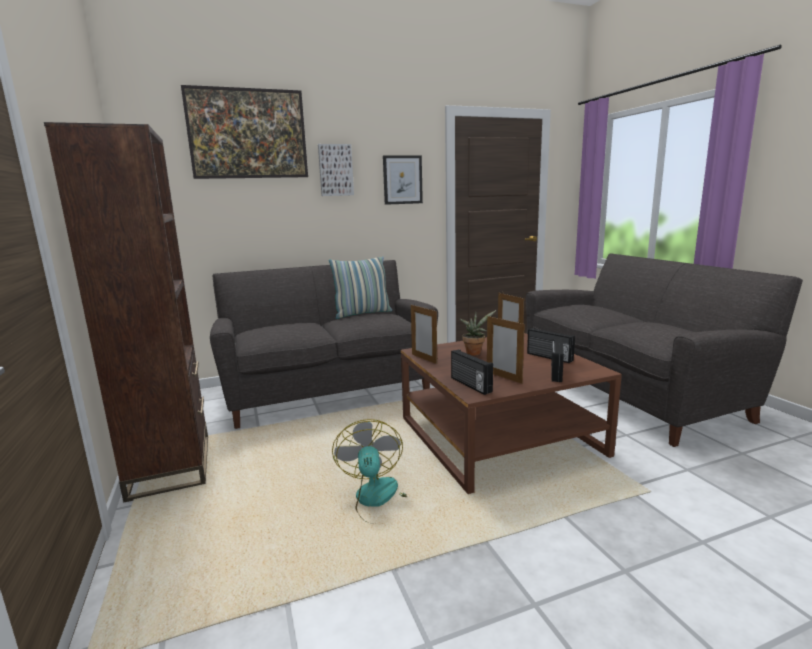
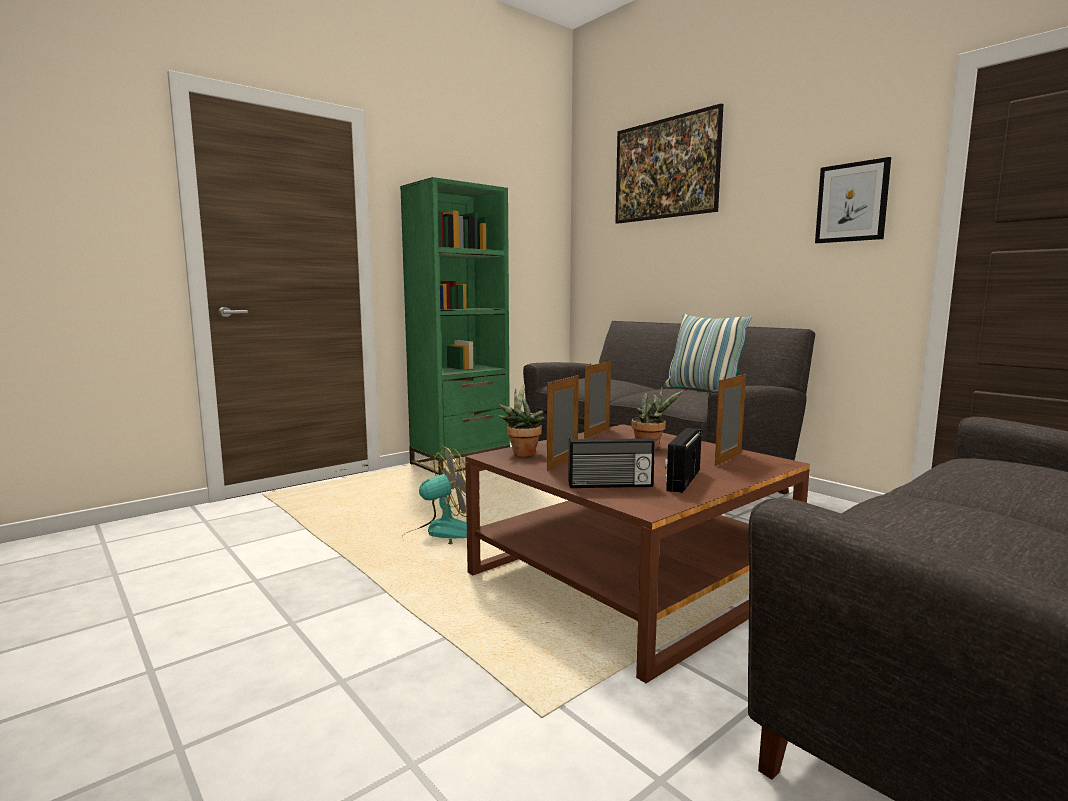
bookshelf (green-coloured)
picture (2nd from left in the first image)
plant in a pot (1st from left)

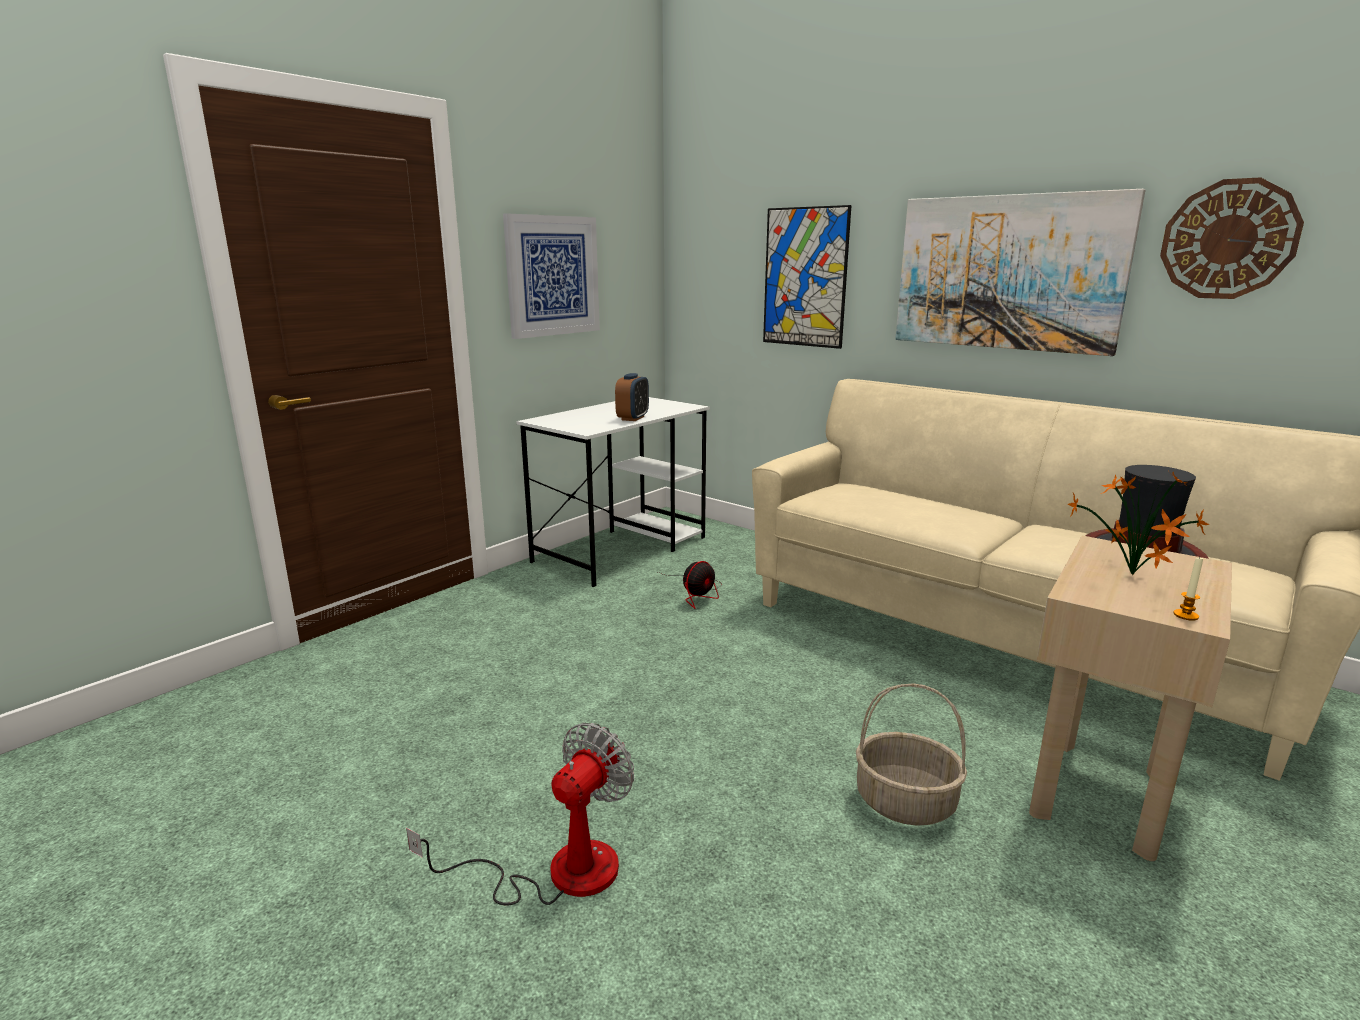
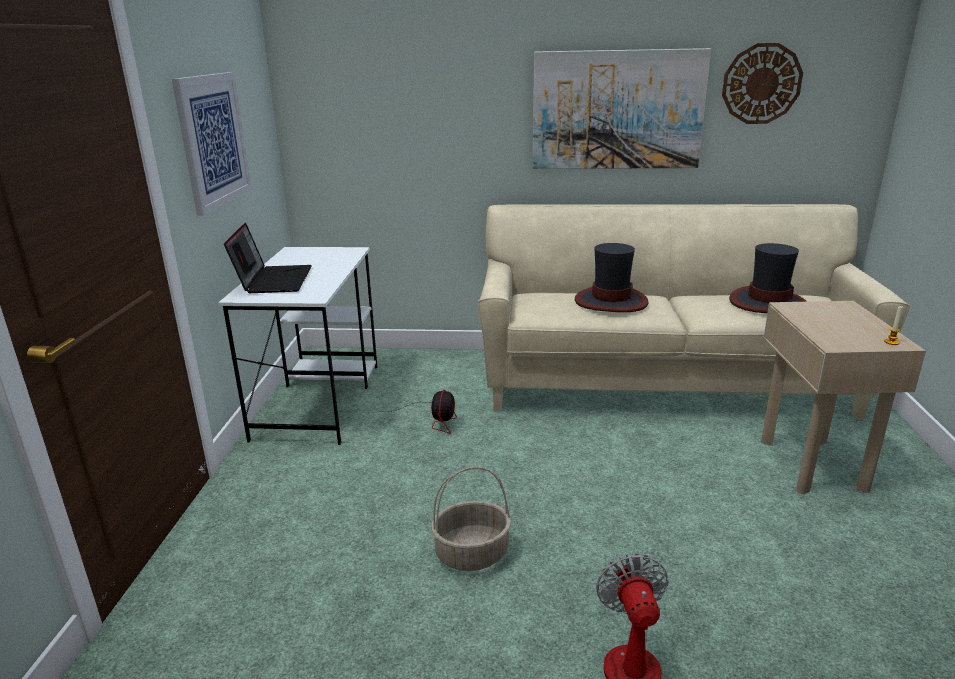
table clock
picture (2nd from left in the first image)
basket
plant in a pot
laptop
wearable hat (1st from left)

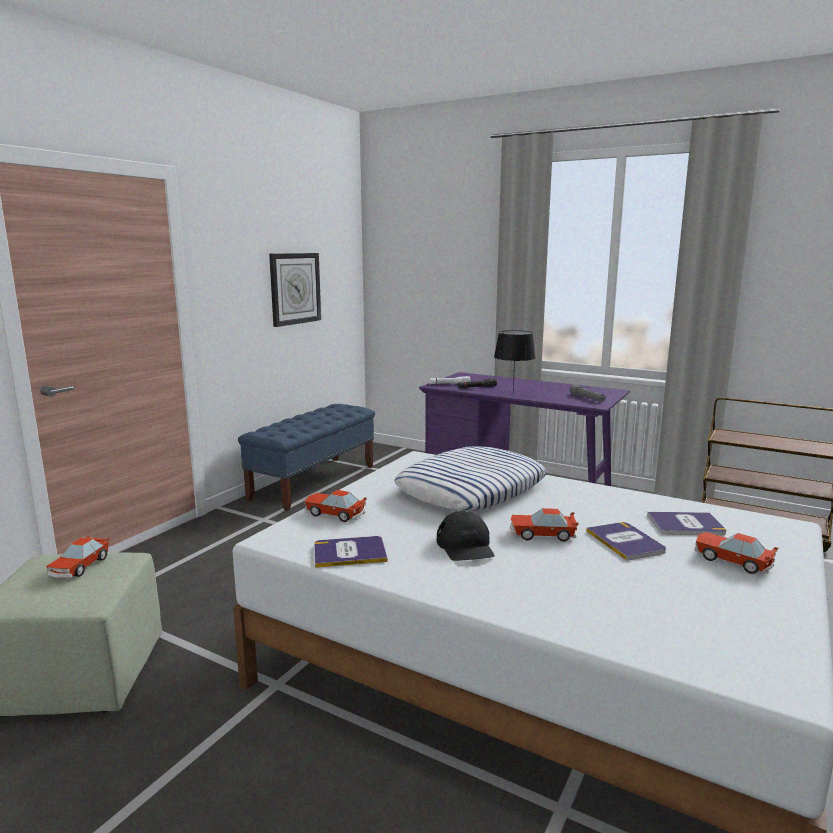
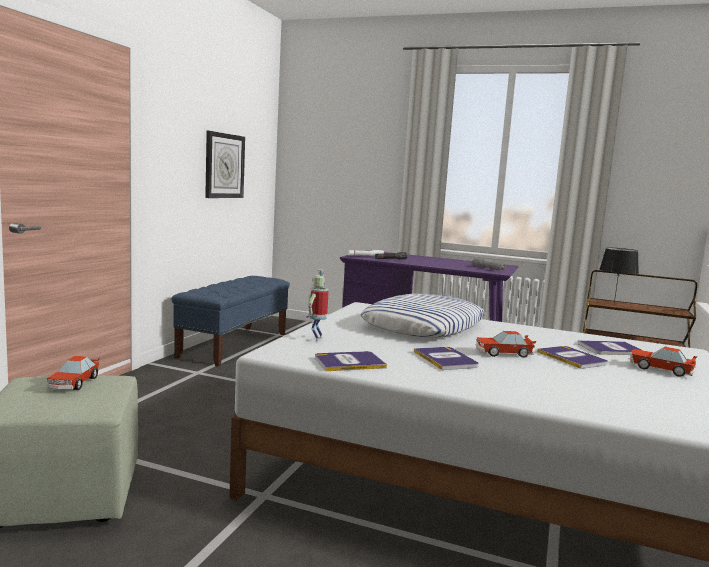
model robot
book (2nd from left)
tabletop lamp (blackish)

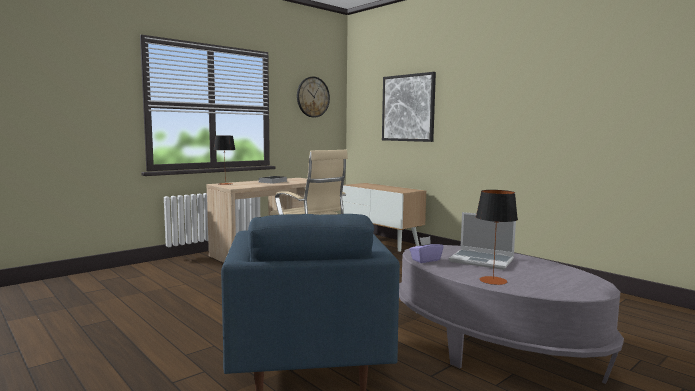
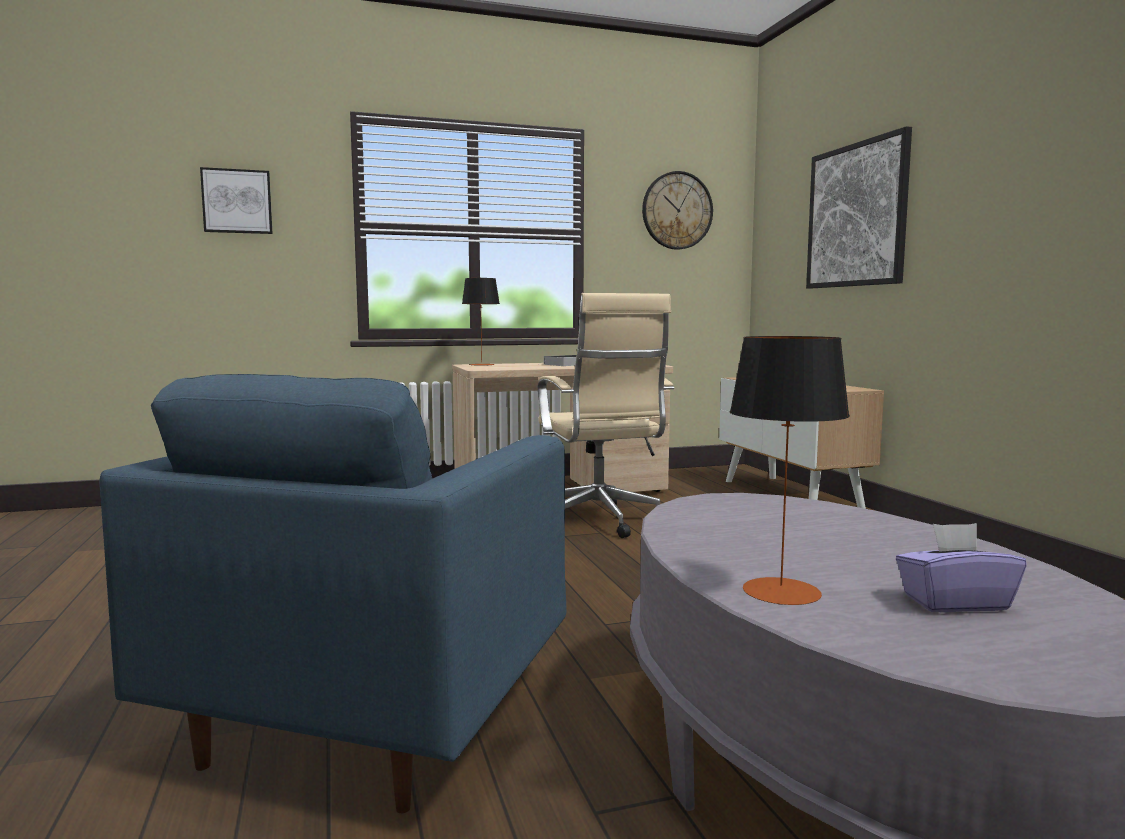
tissue holder (purple)
laptop
picture (1st from left)

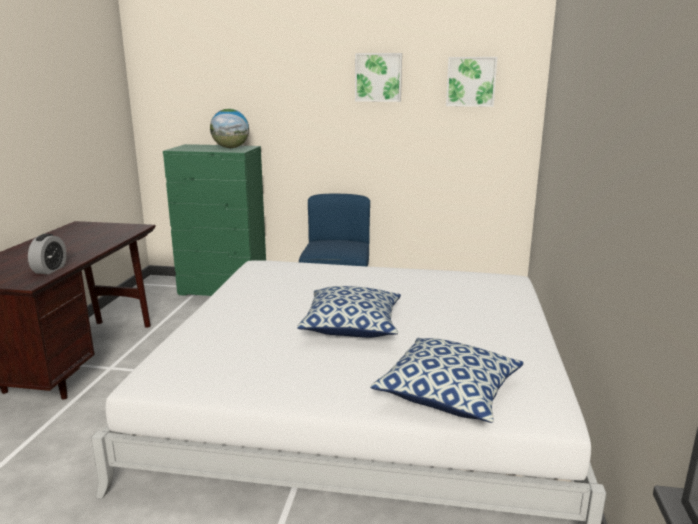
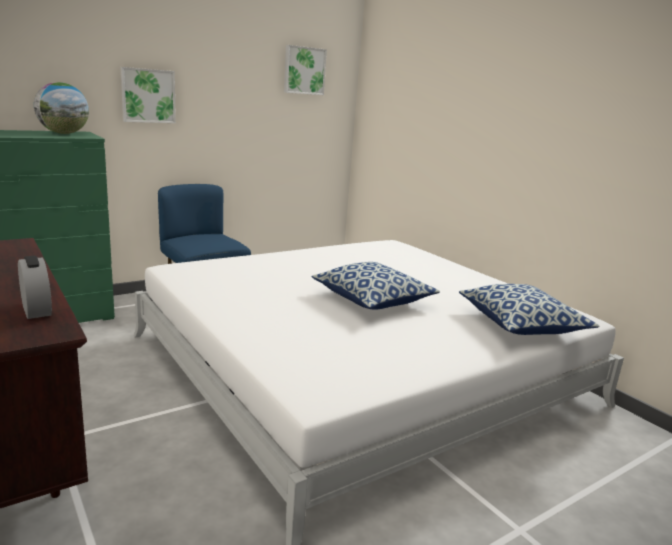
picture (1st from left)

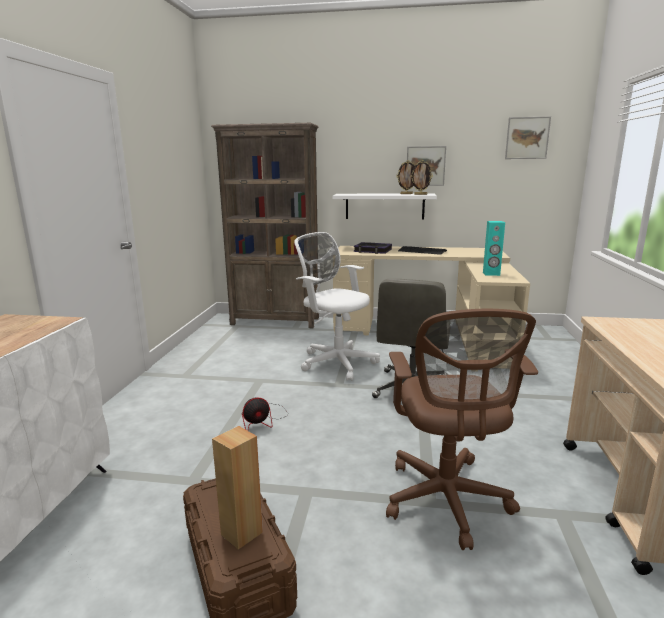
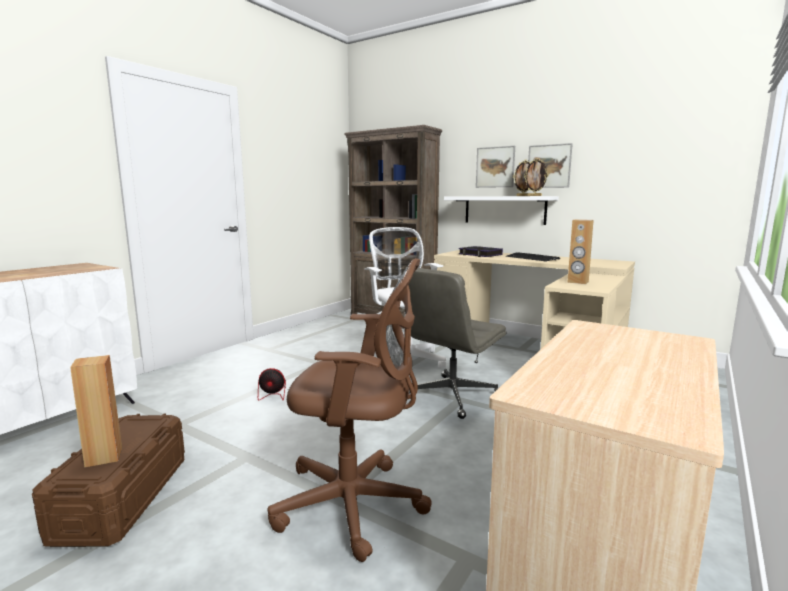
computer chair (brownish)
audio speaker (brownish) (2nd from left)
picture (1st from left)

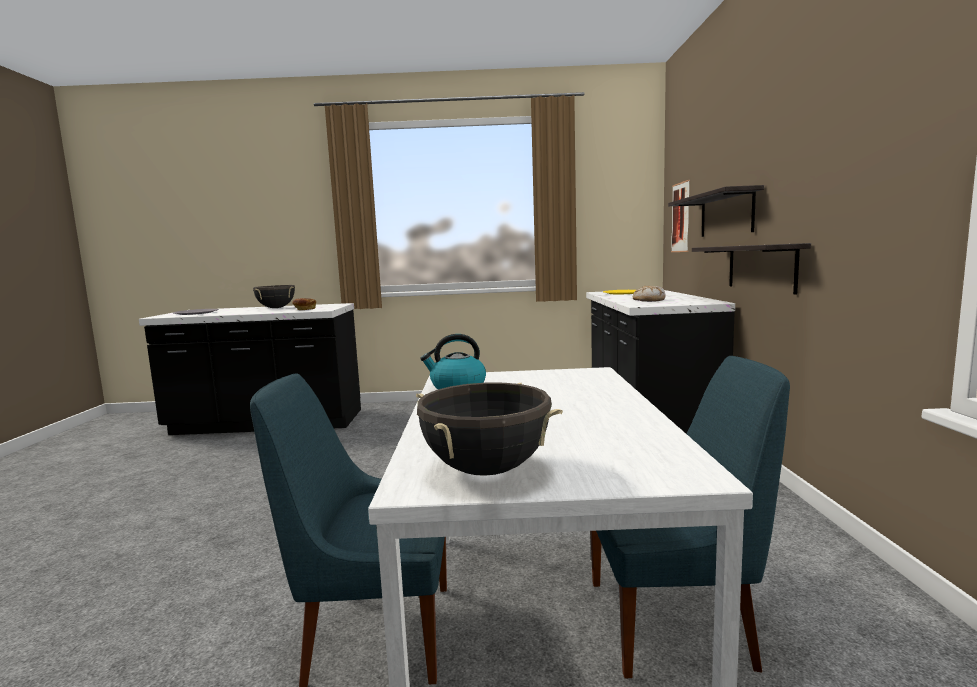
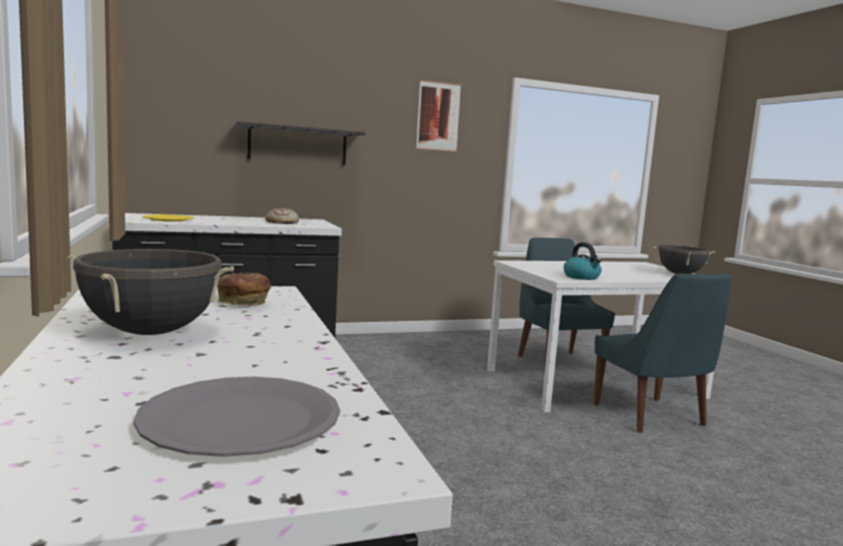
picture
bracket shelf (2nd from left in the first image)

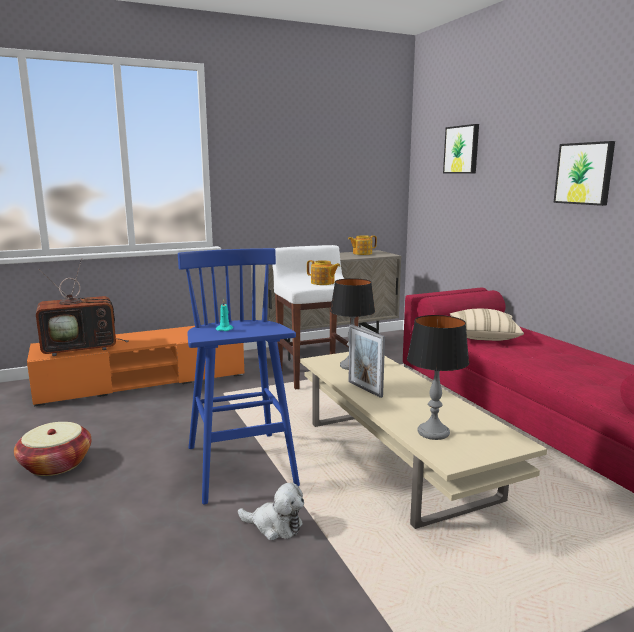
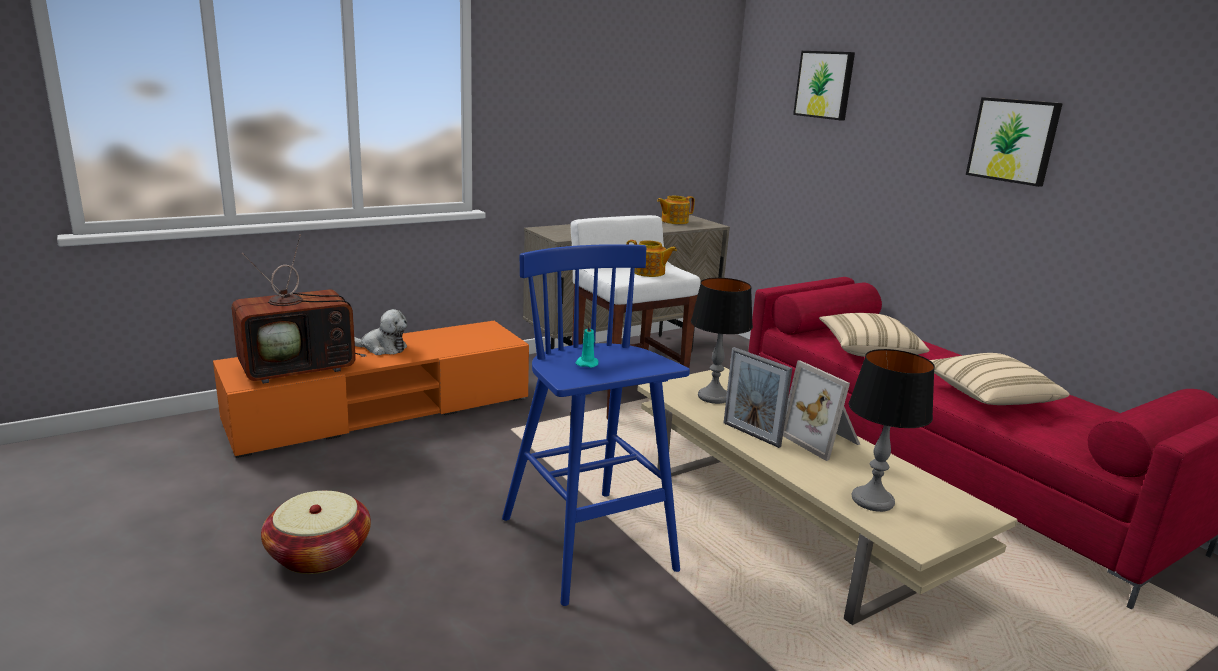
soft toy
picture frame (2nd from left)
throw pillow (sand-coloured) (2nd from left)

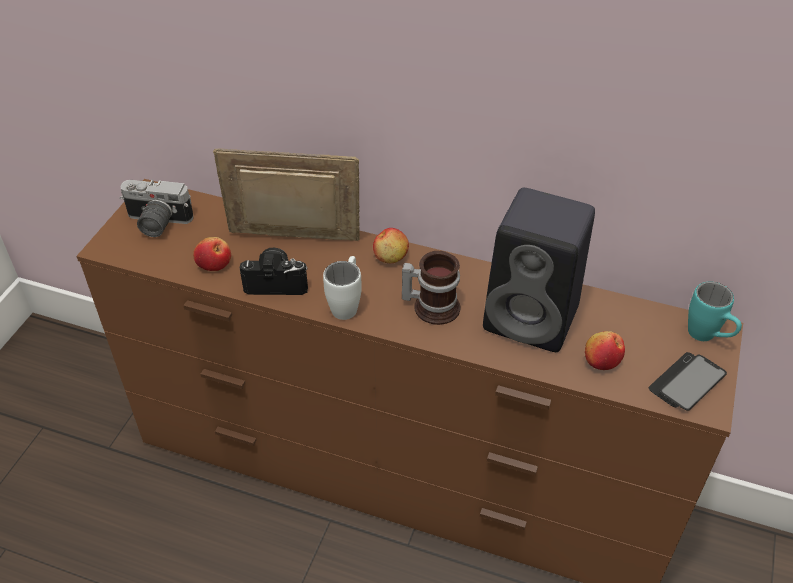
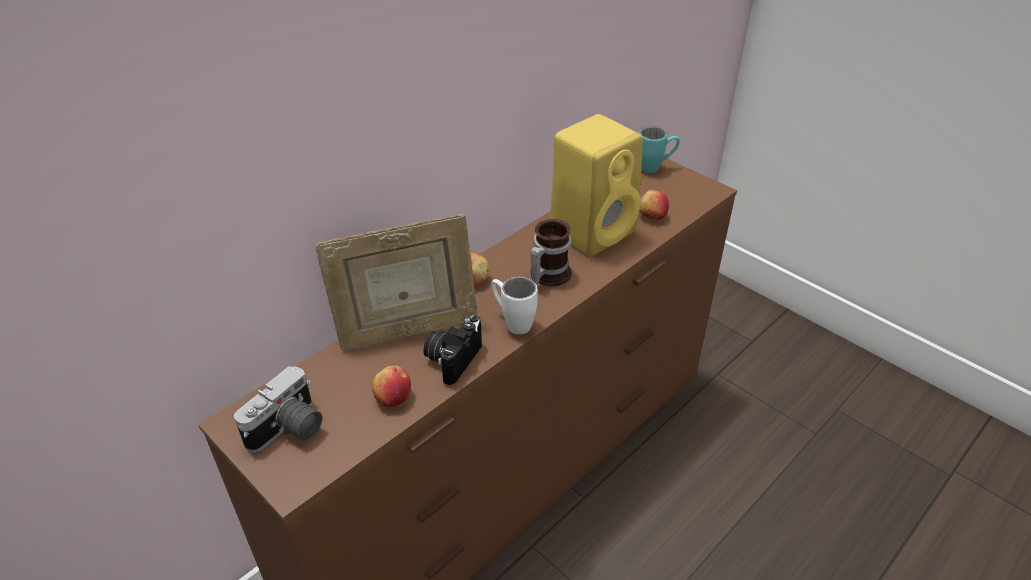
picture frame
audio speaker (yellow)
handset

